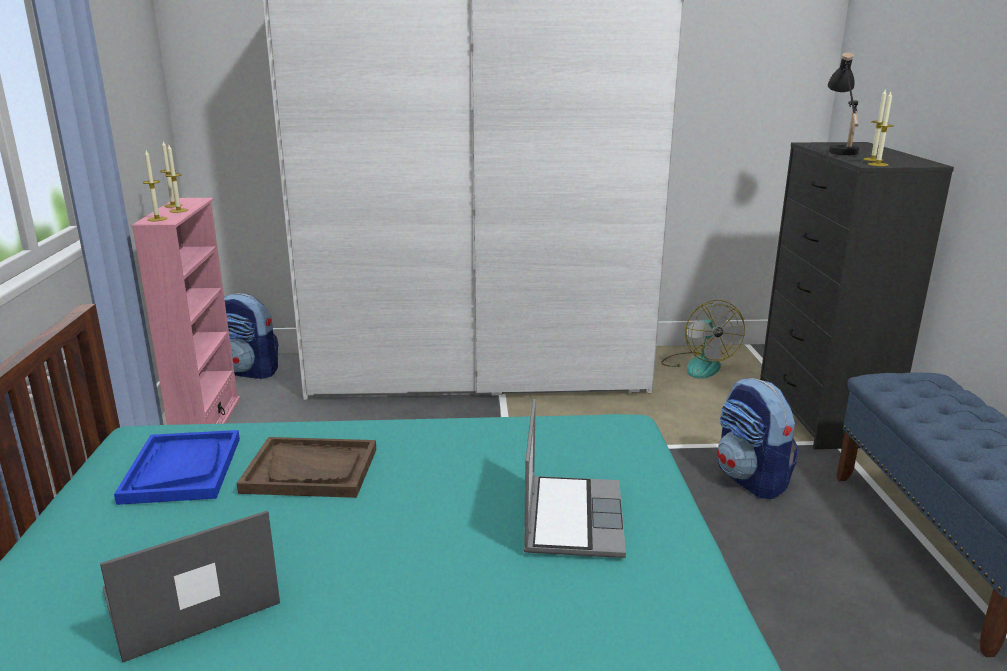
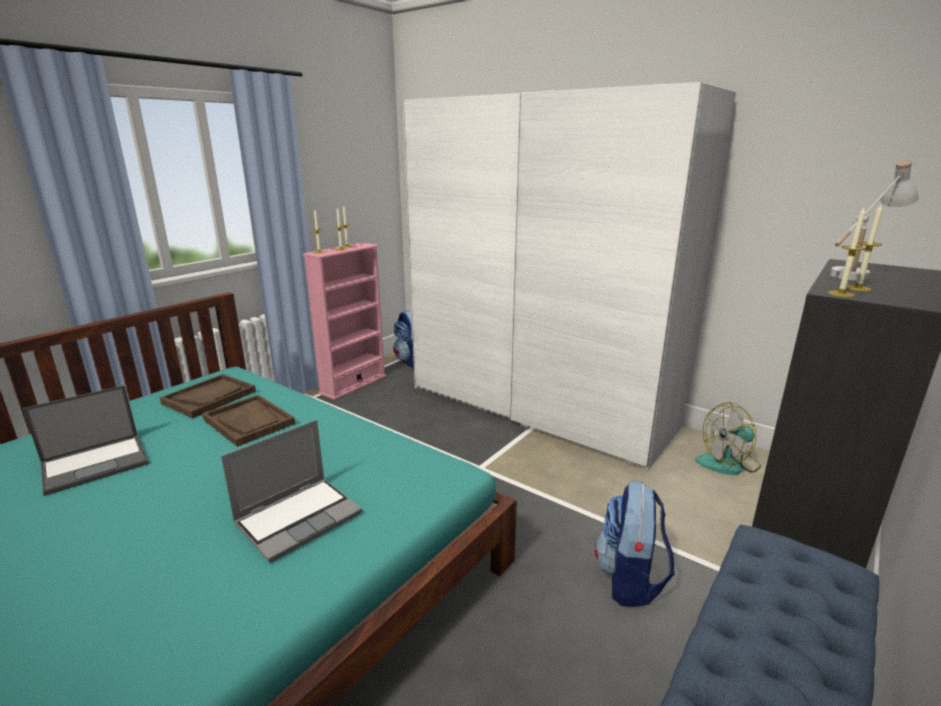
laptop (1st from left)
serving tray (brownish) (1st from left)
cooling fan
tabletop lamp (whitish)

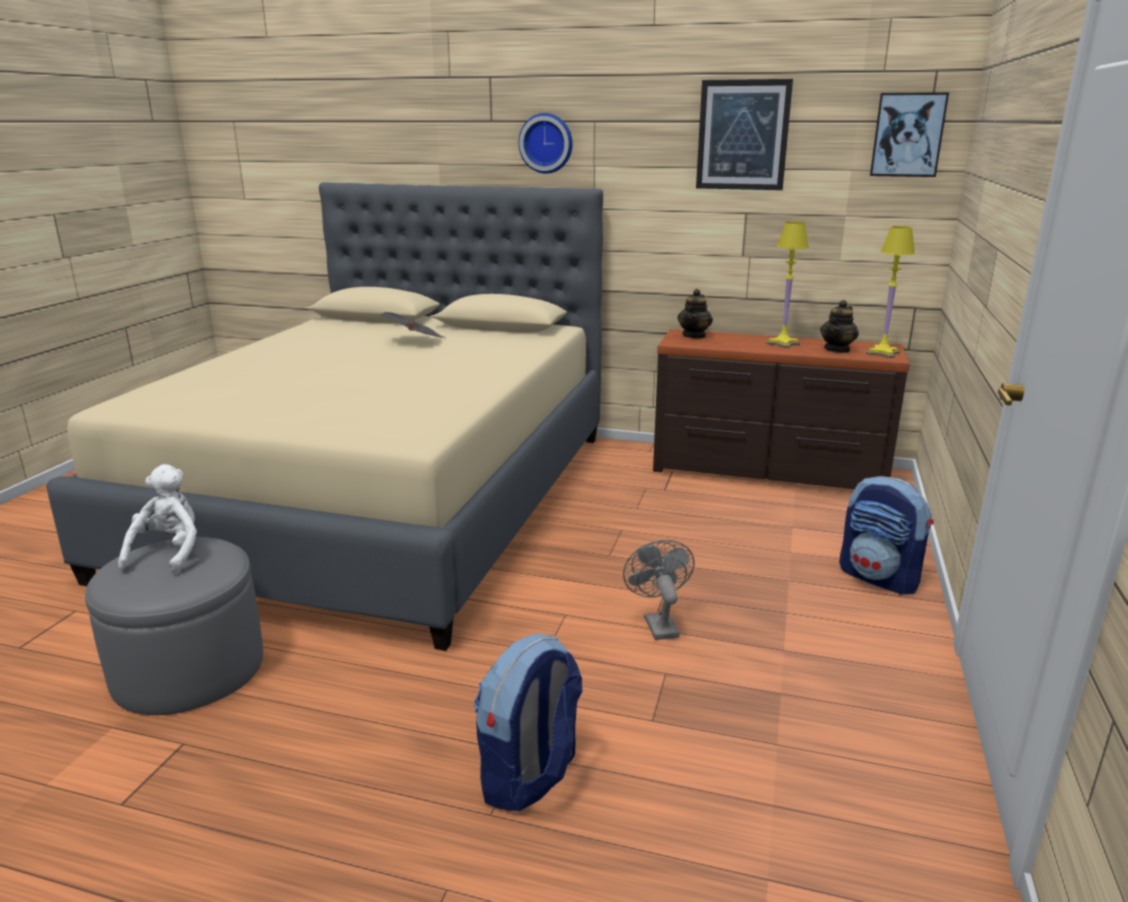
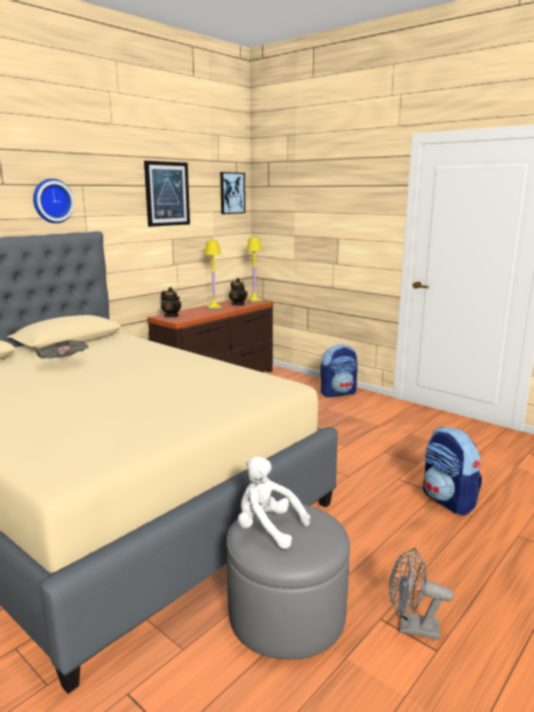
cooling fan (grey)

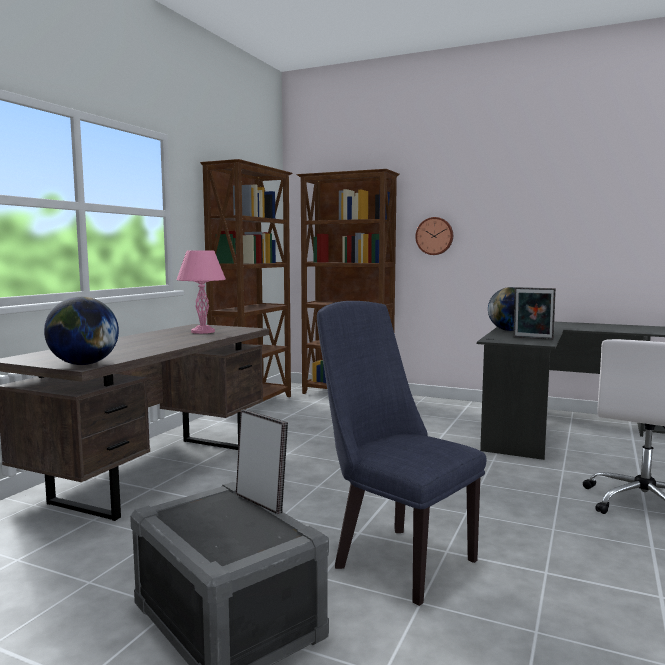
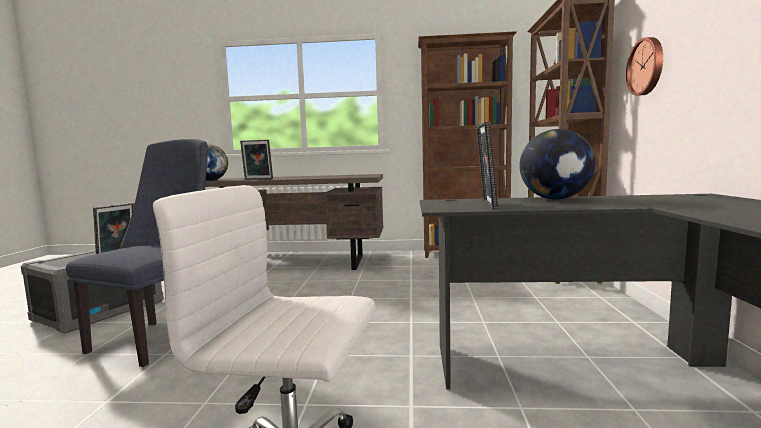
tabletop lamp (pink)
picture frame (2nd from left)

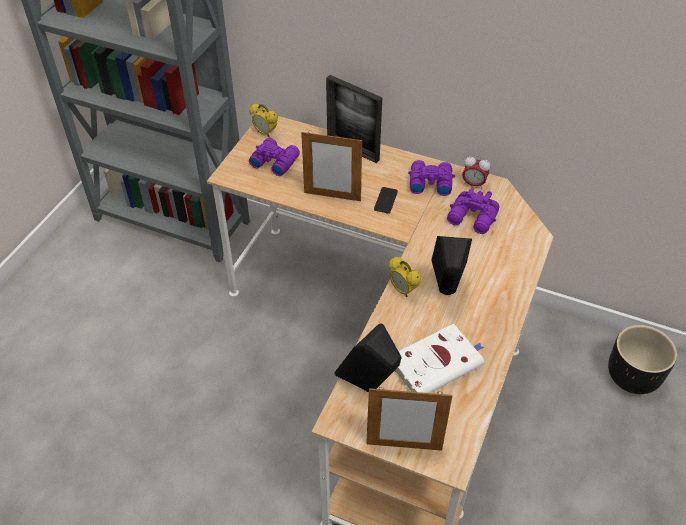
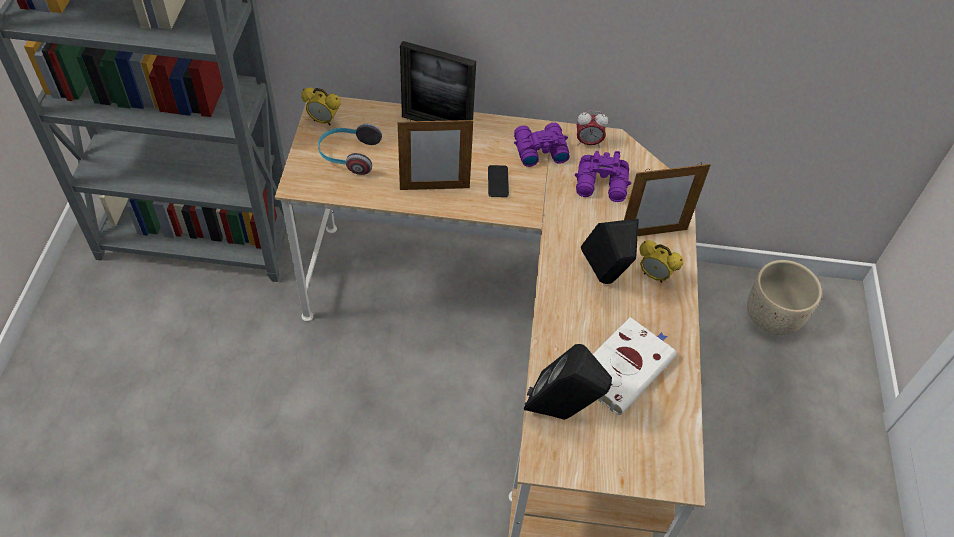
headset
picture frame (3rd from left)
table clock (3rd from left)
plant pot (sand-coloured)

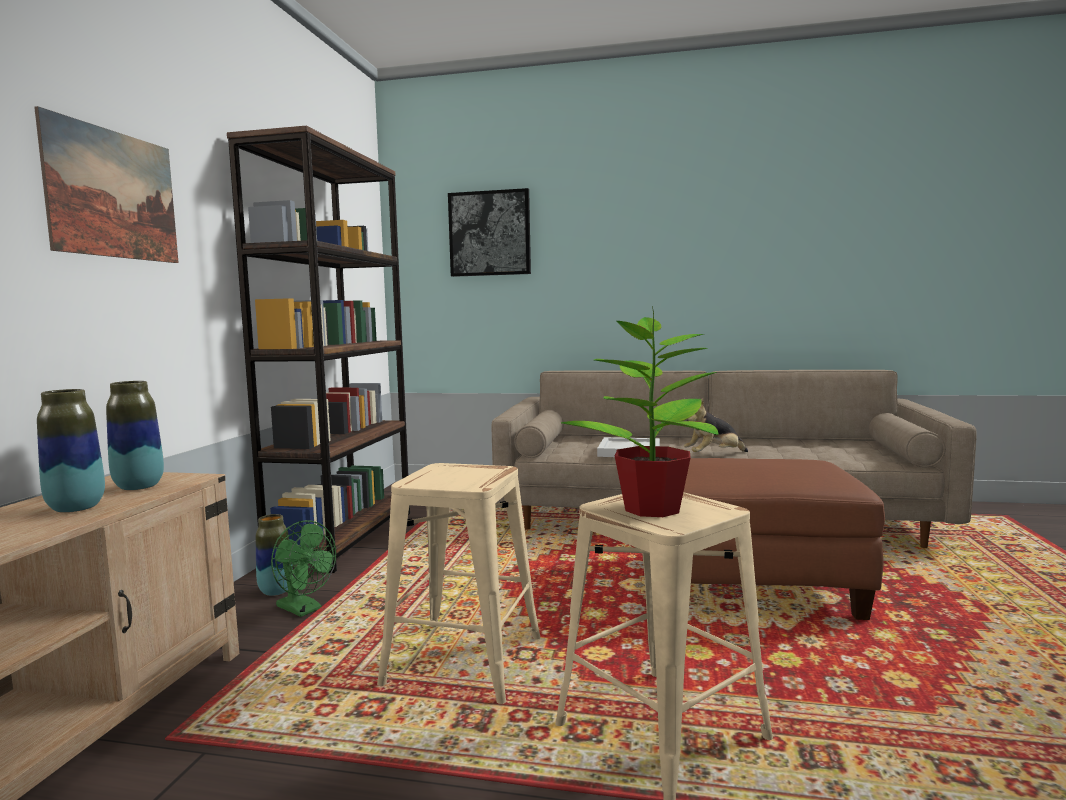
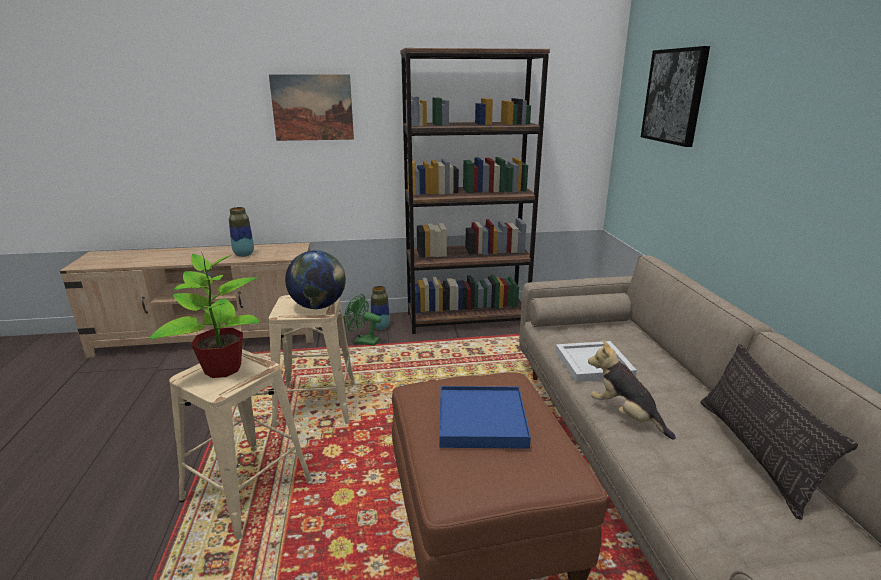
vase (2nd from left in the first image)
cooling fan (green-coloured)
desk globe
serving tray (blue)
throw pillow

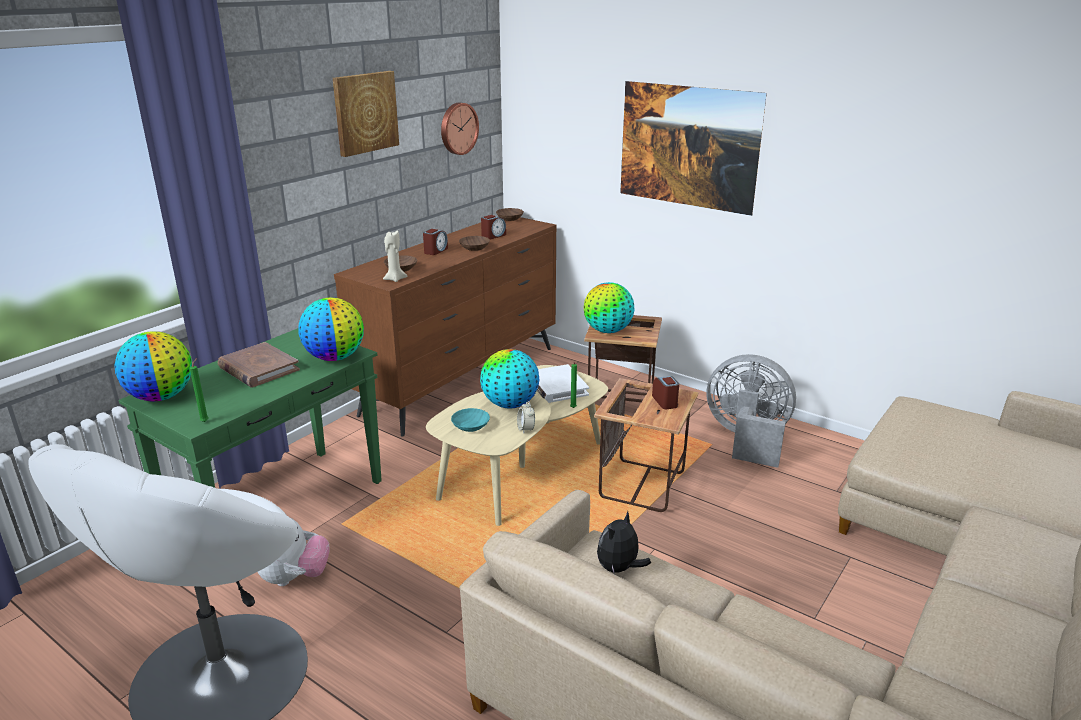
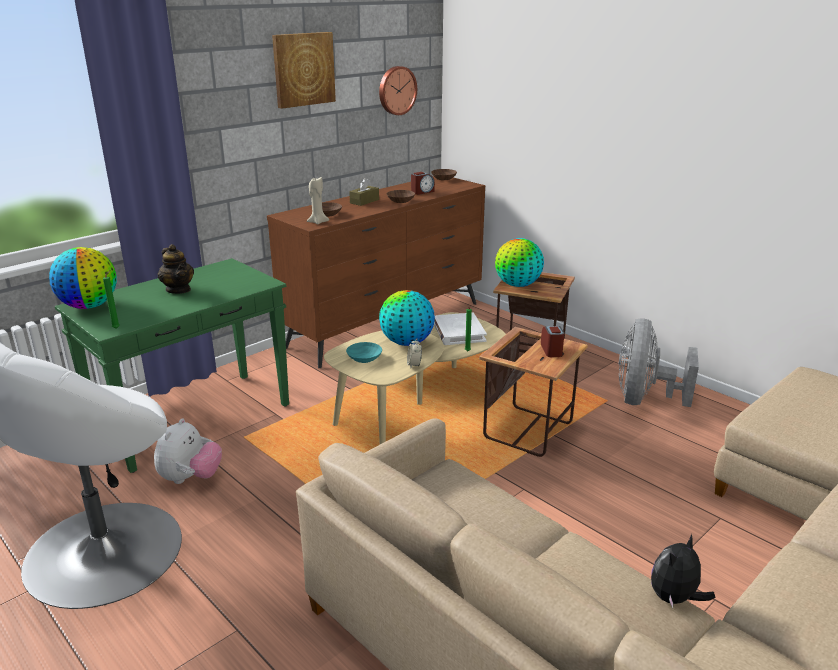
pot for tea
desk globe (2nd from left in the first image)
tissue holder (brownish)
soft toy (2nd from left)
picture (2nd from left in the first image)
cooling fan (grey)

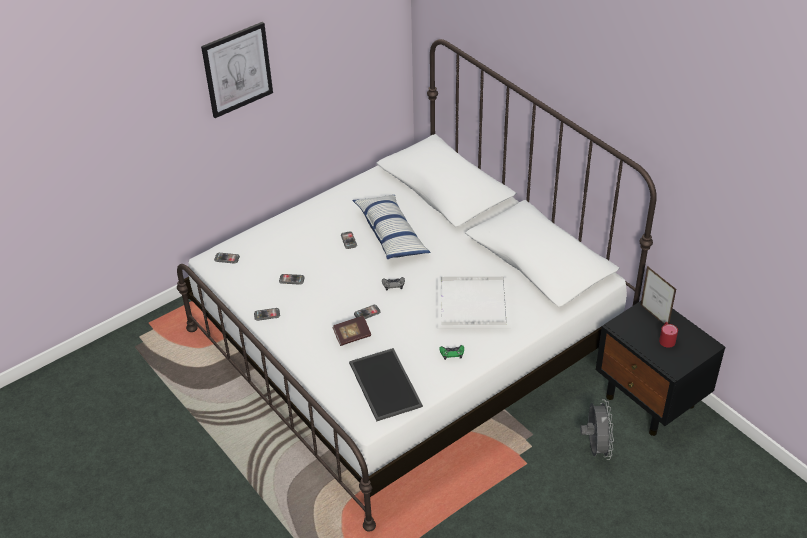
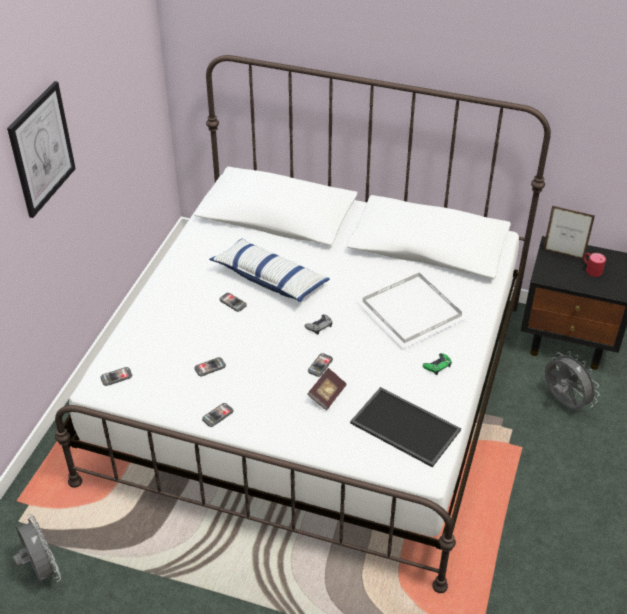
cooling fan (grey) (1st from left)

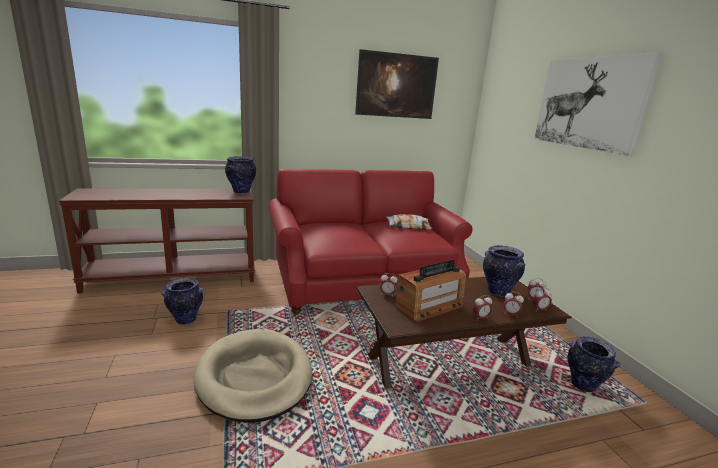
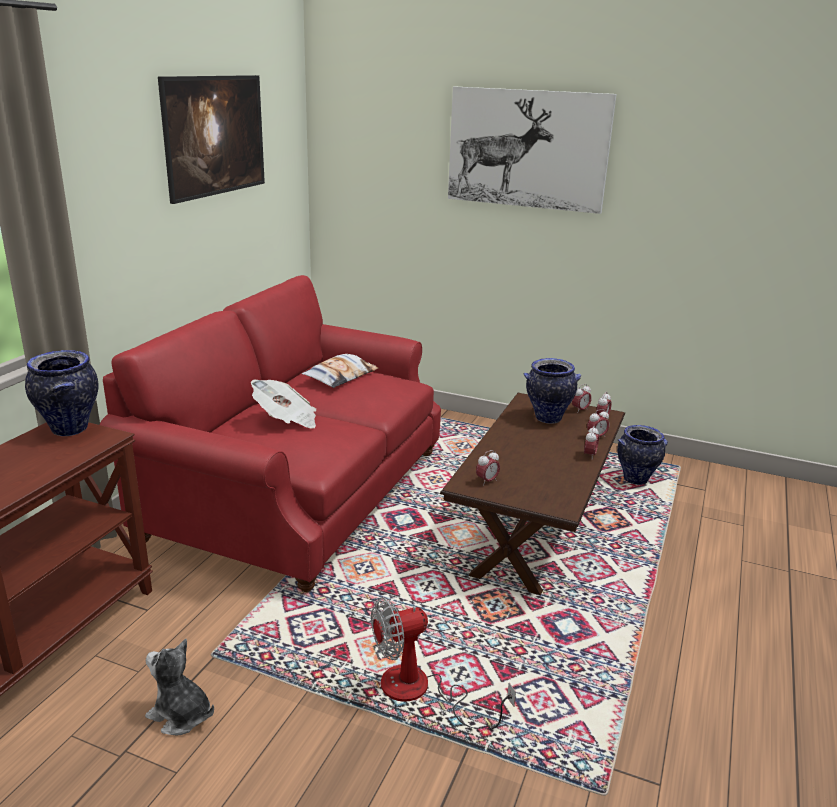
soft toy
cooling fan
radio
printed paper

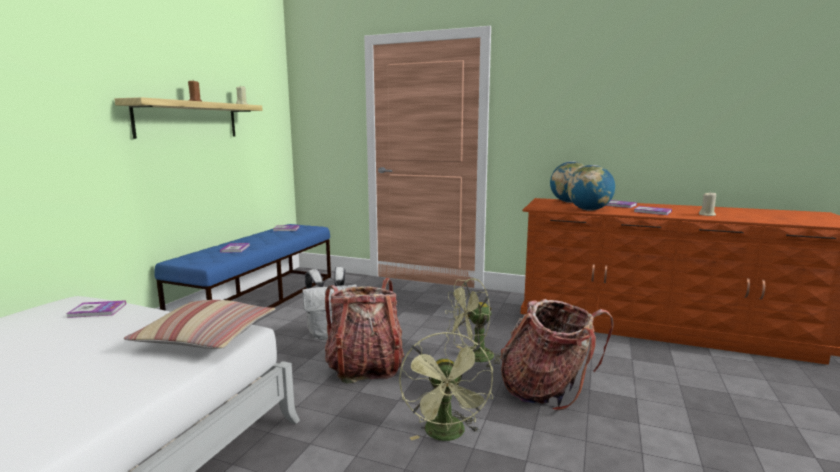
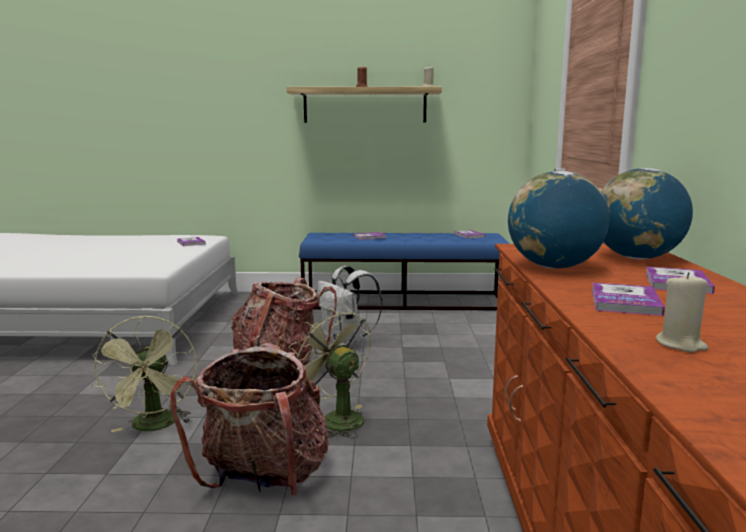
throw pillow
cooling fan (green-coloured) (1st from left)

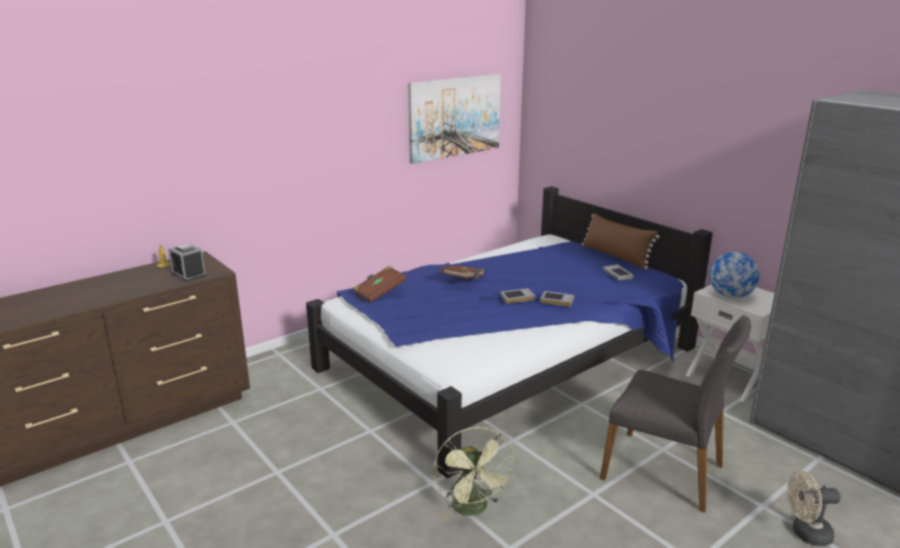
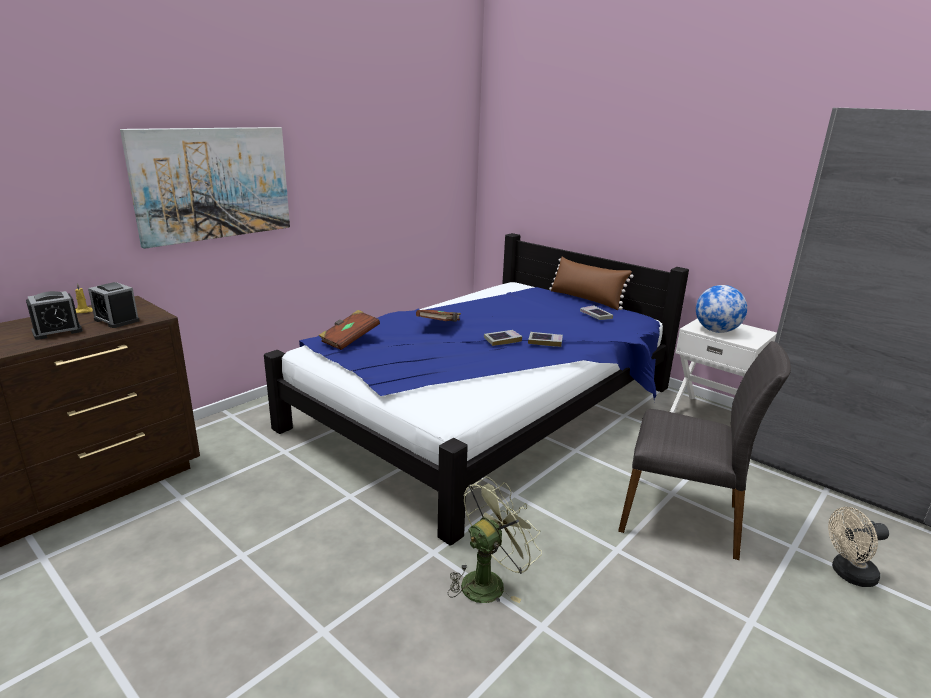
picture
cooling fan (green-coloured)
table clock (1st from left)

